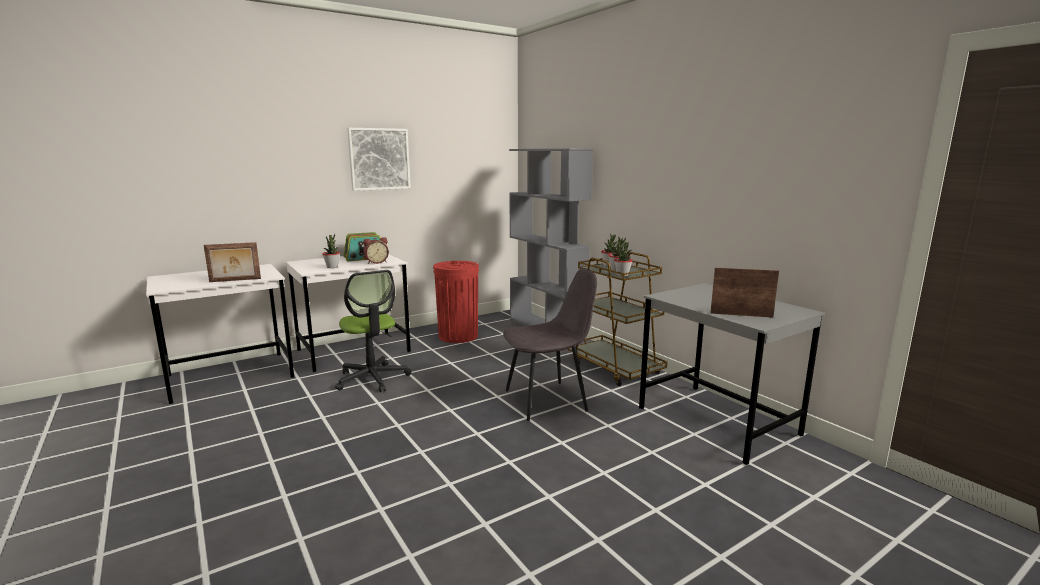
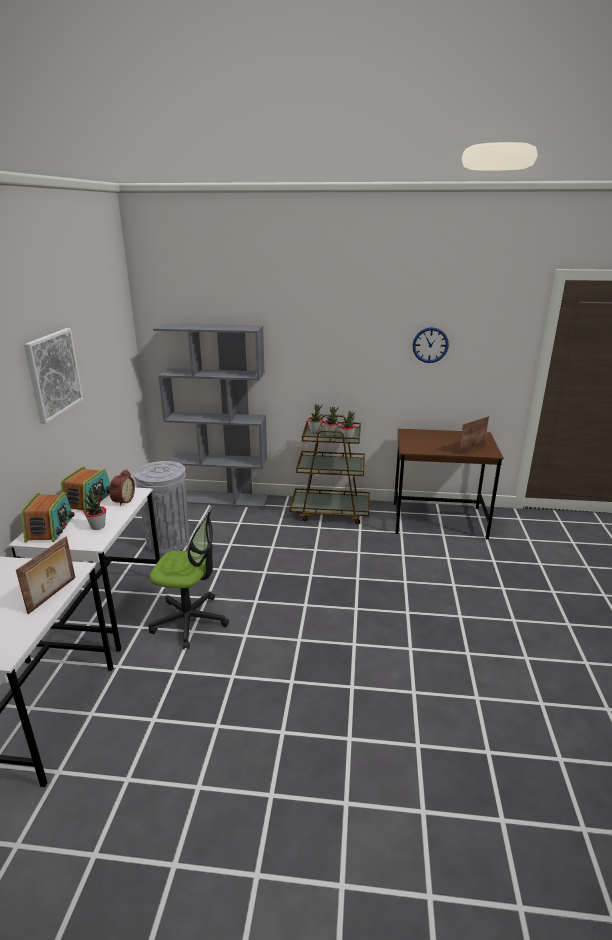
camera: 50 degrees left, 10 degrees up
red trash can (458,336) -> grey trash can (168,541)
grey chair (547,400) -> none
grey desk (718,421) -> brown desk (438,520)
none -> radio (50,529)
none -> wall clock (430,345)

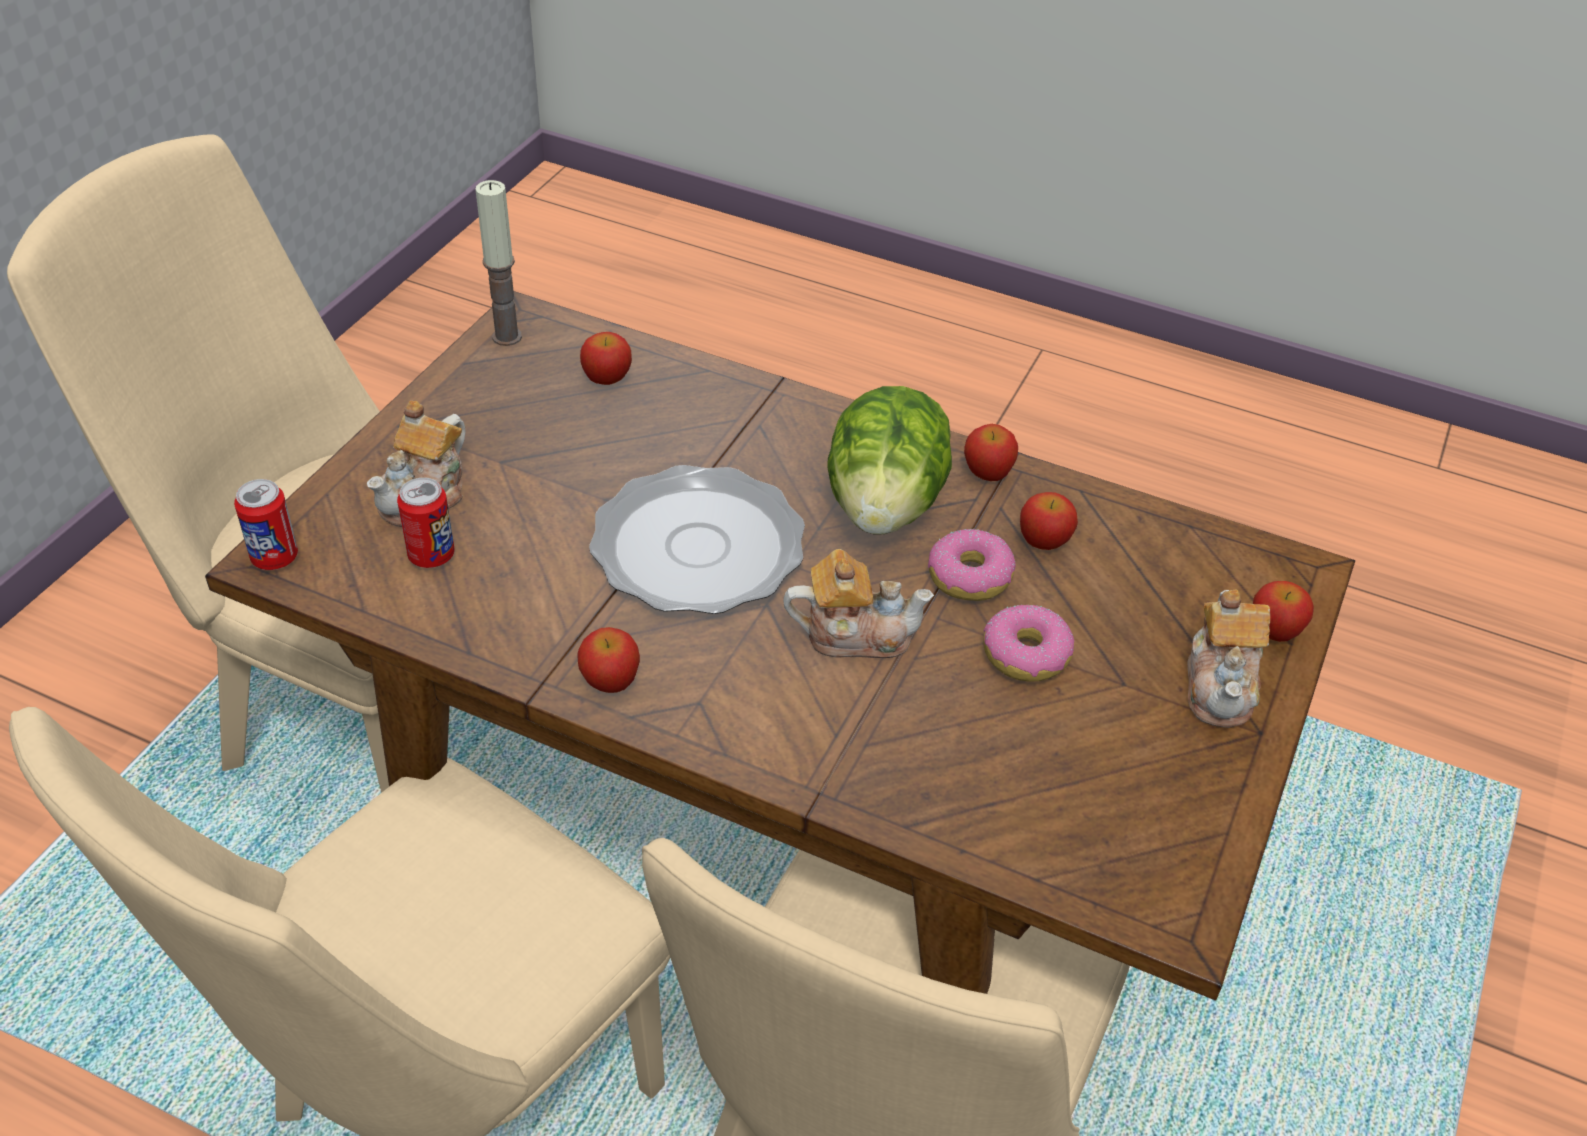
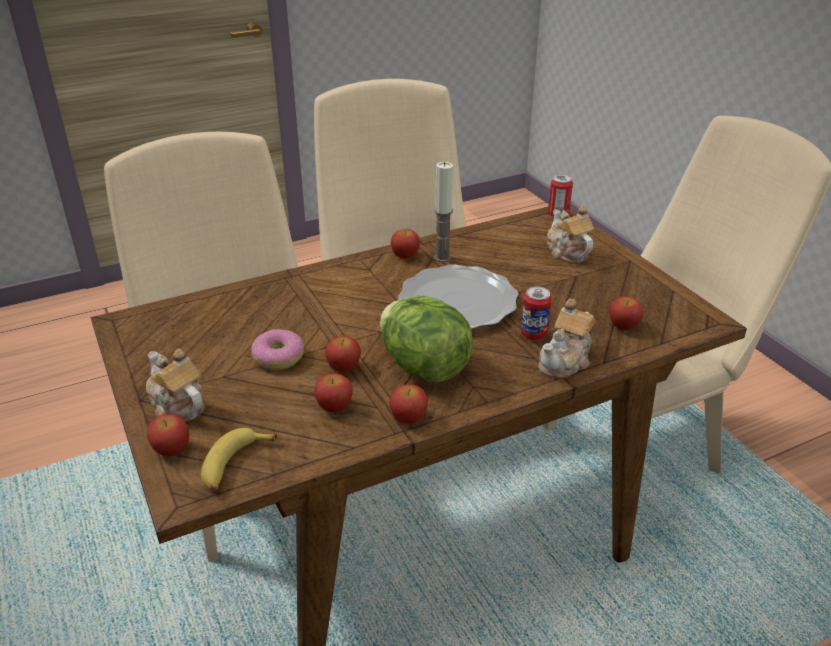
camera: 130 degrees right, 10 degrees down
can (431,555) -> can (533,335), shifted
candle (507,337) -> candle (442,258), shifted
teapot (855,634) -> teapot (565,361), shifted
donut (969,576) -> apple (344,368)
none -> banana (235,465)

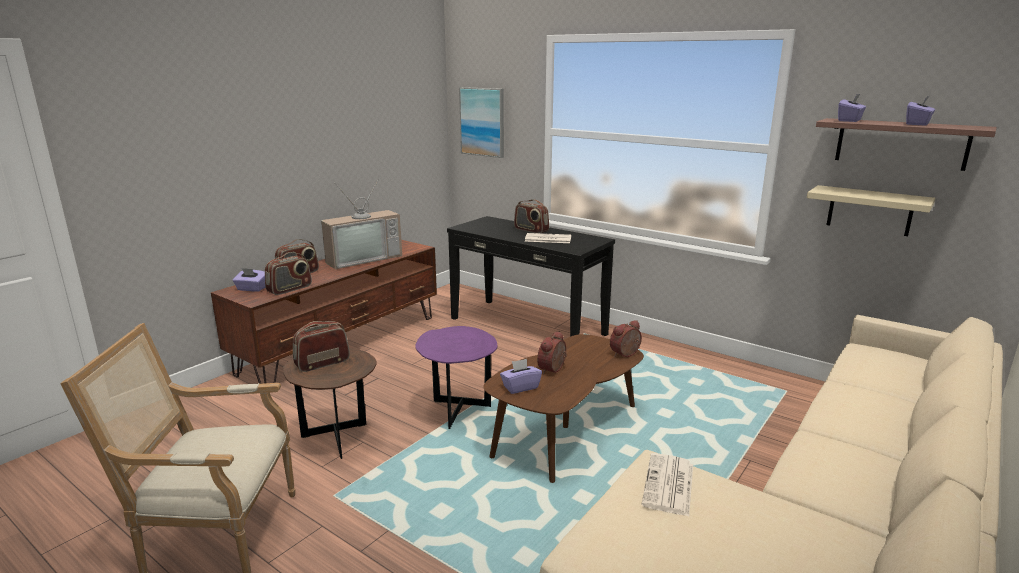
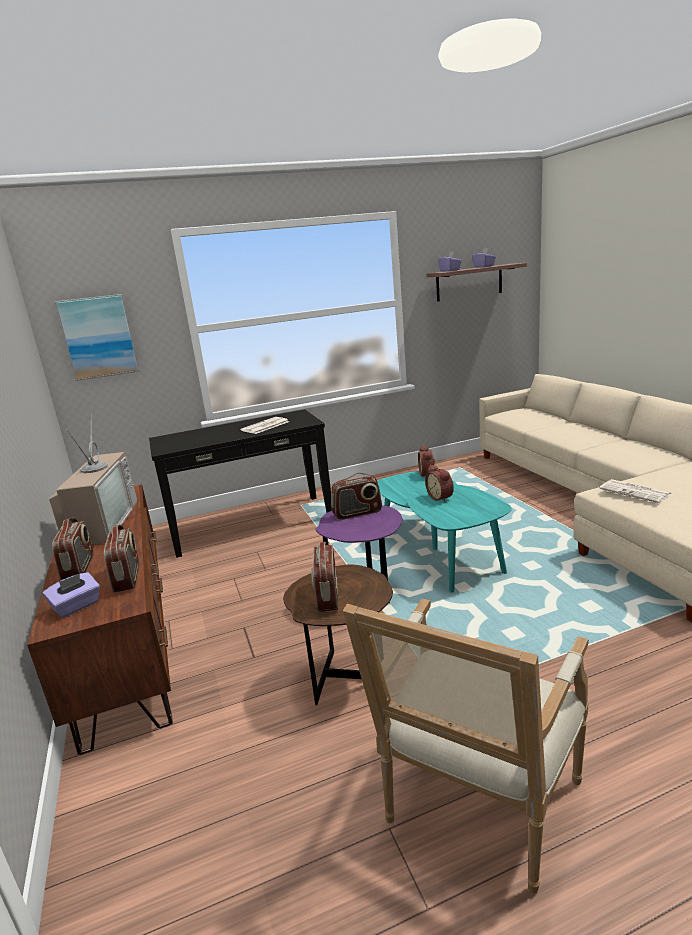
camera: 55 degrees left, 0 degrees up
brown coffee table (566,429) -> turquoise coffee table (438,550)
purple tissue box (520,387) -> none
radio (531,230) -> radio (357,513), shifted
beige shelf (869,210) -> none

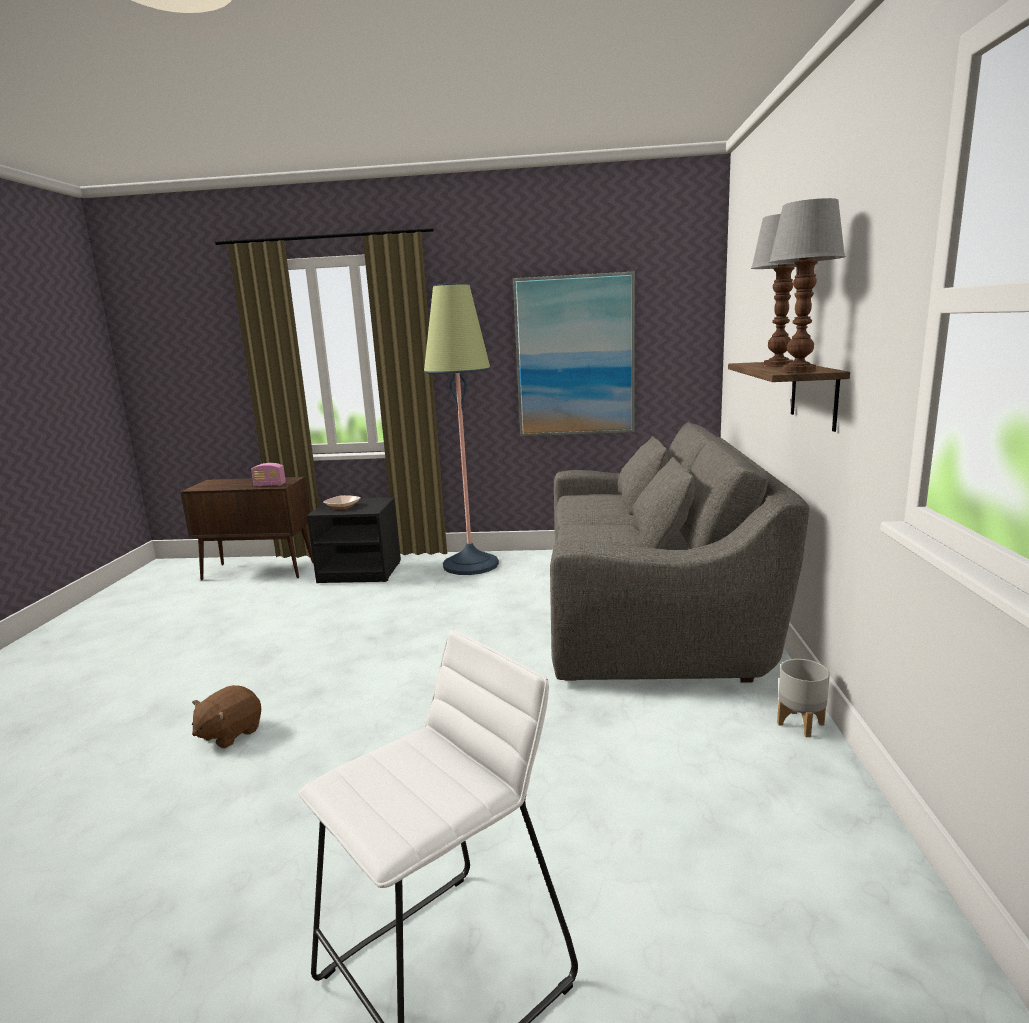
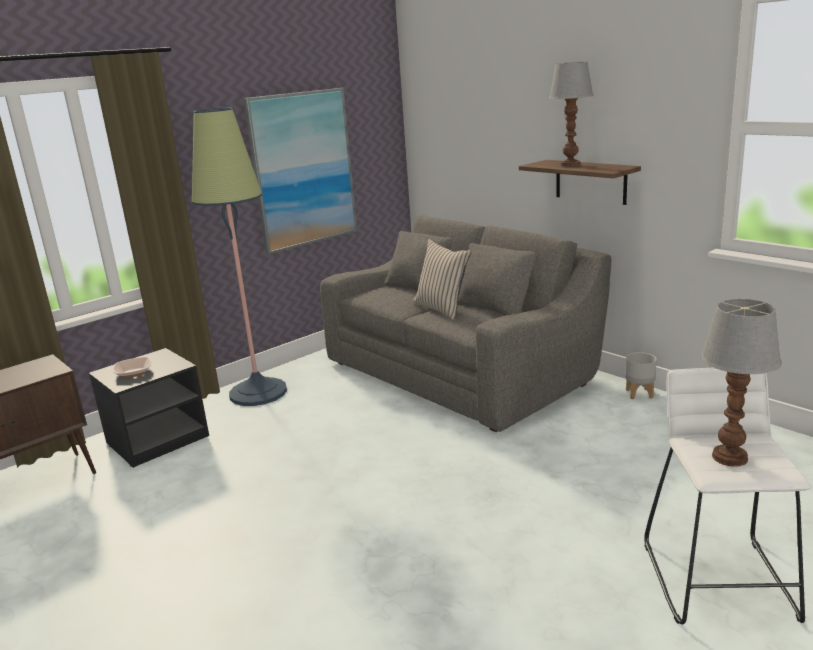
camera: 45 degrees left, 5 degrees up
brown plush toy (229,733) -> none
radio (270,485) -> none
table lamp (800,371) -> table lamp (731,457), shifted
none -> beige pillow (442,308)

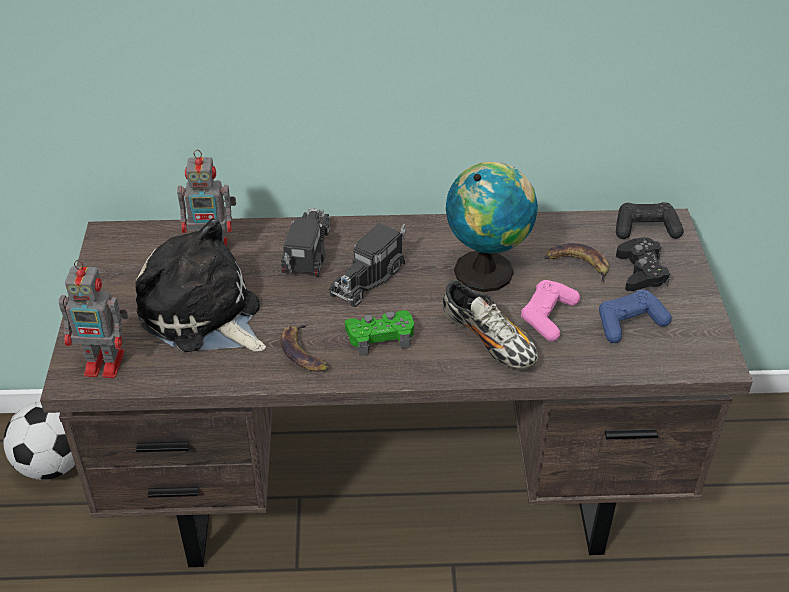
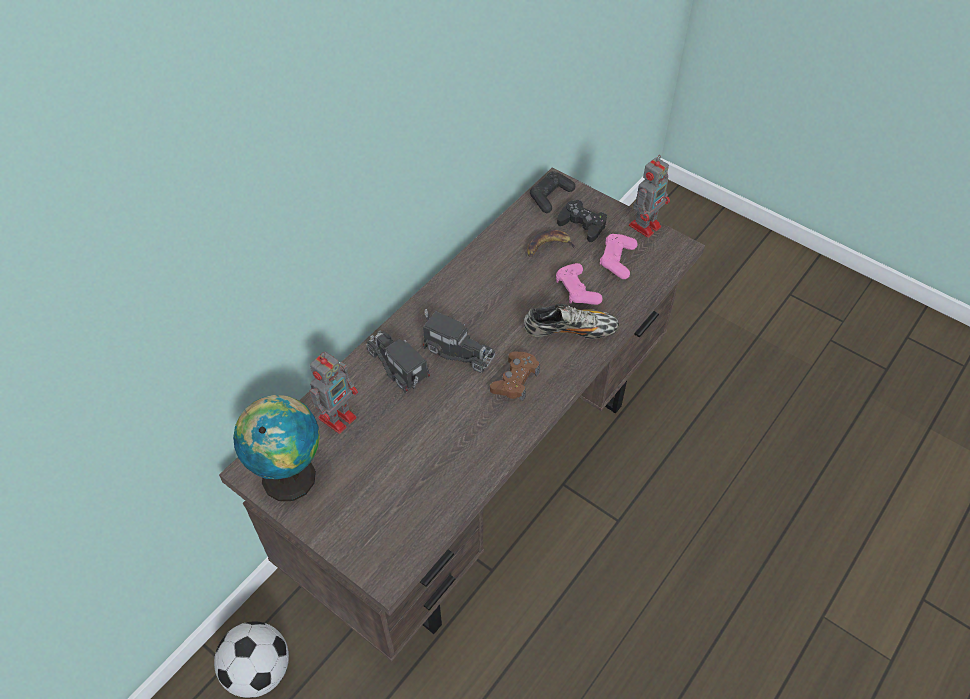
camera: 50 degrees left, 10 degrees up
toy robot (107,363) -> toy robot (646,225), shifted
plush toy (203,316) -> none
banana (304,352) -> none
toy truck (369,277) -> toy truck (456,350), 45 degrees counterclockwise
green game controller (380,336) -> brown game controller (515,380)
globe (487,270) -> globe (290,474), shifted
blue game controller (629,323) -> pink game controller (617,260)

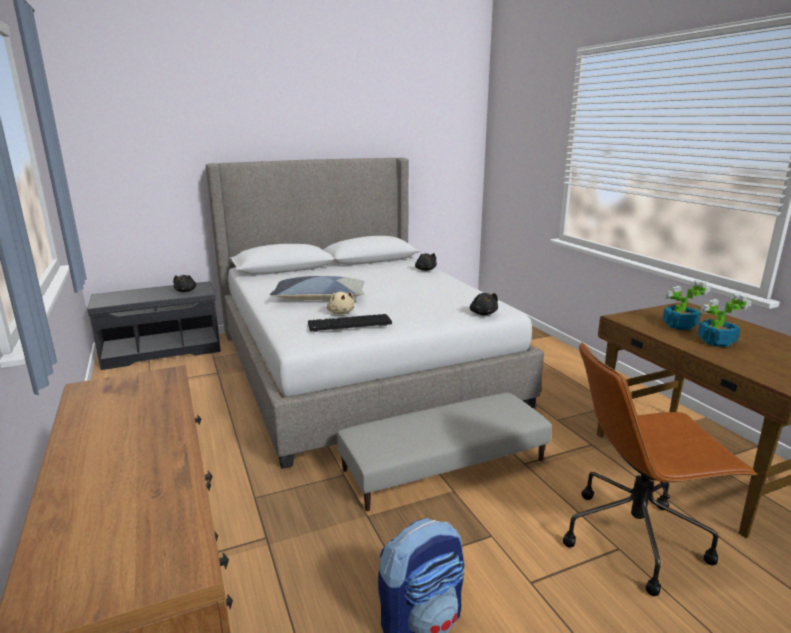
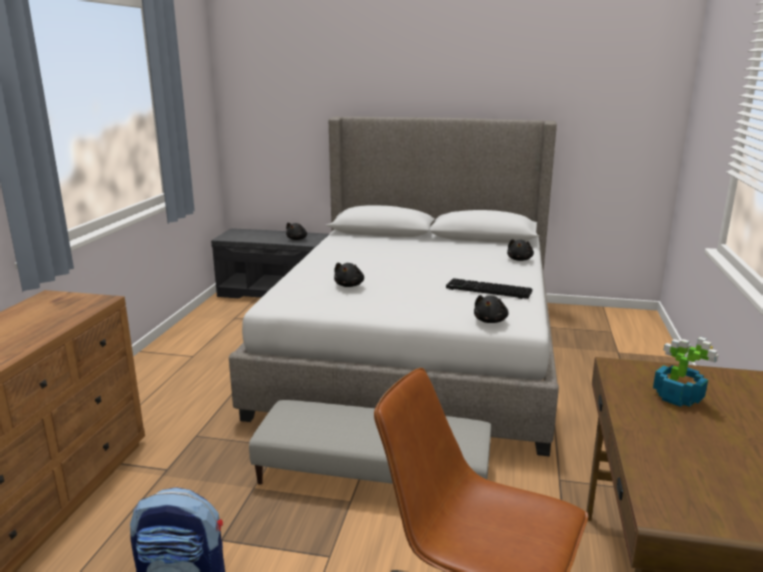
camera: 35 degrees right, 0 degrees up
pillow (319,298) -> none
keyboard (349,325) -> keyboard (487,290), shifted
beige plush toy (341,312) -> black plush toy (349,285)
potted plant (715,342) -> none

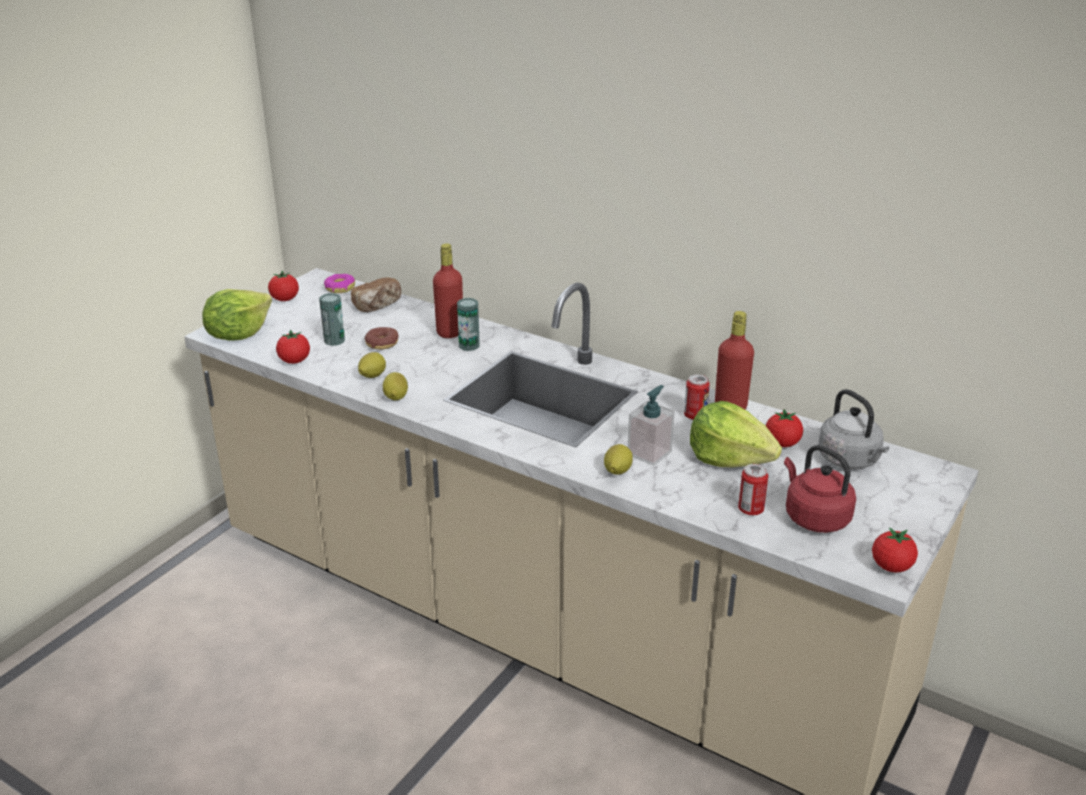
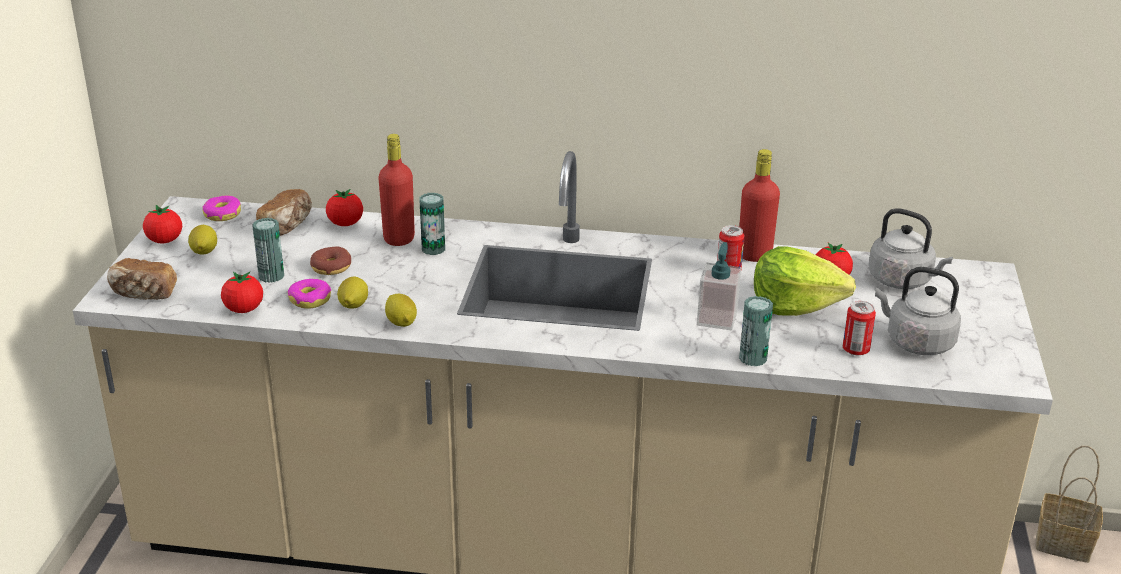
camera: 25 degrees left, 0 degrees up
lettuce (238,334) -> bread (143,294)
lemon (617,471) -> lemon (204,252), shifted
red kettle (814,517) -> grey kettle (916,342)
tomato (891,566) -> tomato (345,223), shifted
none -> donut (310,299)
none -> can (753,358)
none -> basket (1065,543)

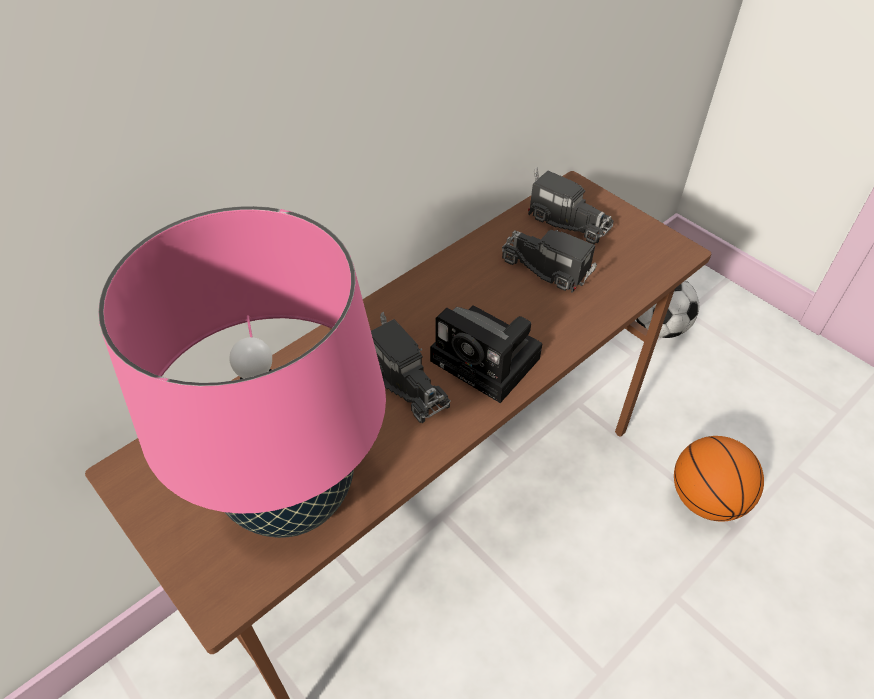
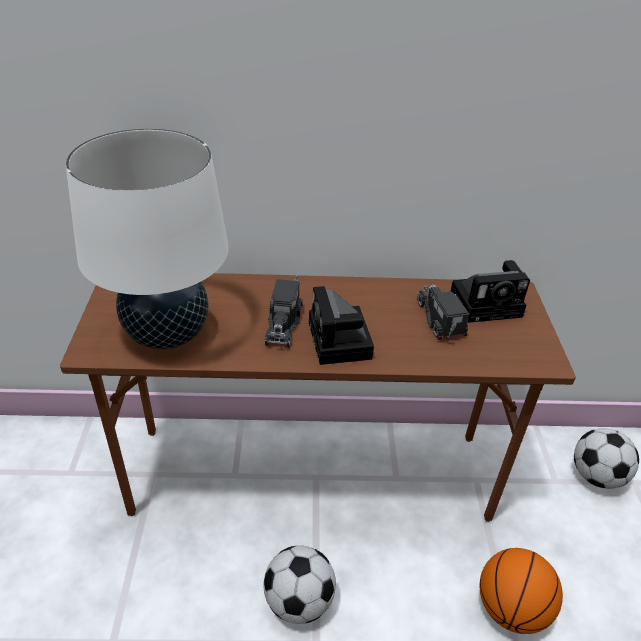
camera: 40 degrees right, 10 degrees down
pink table lamp (292,495) -> white table lamp (167,334)
toy truck (565,220) -> photo camera (488,304)
none -> football (298,601)

